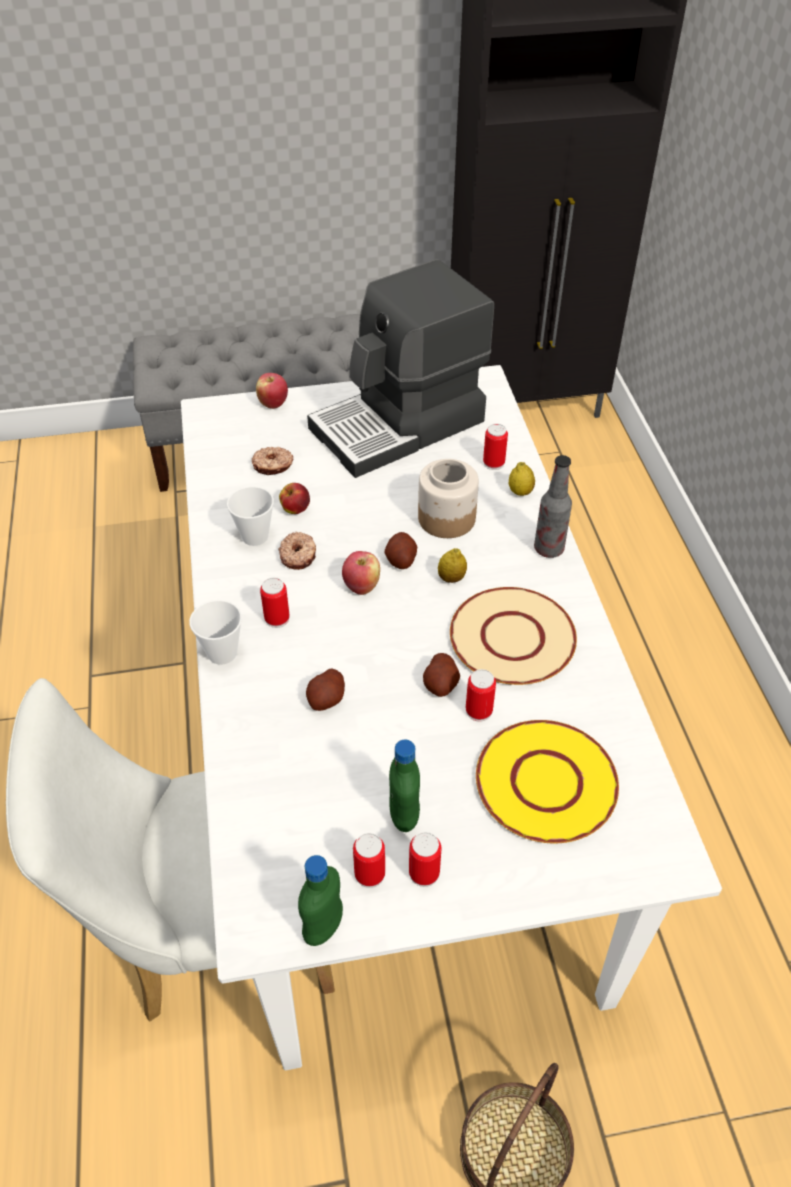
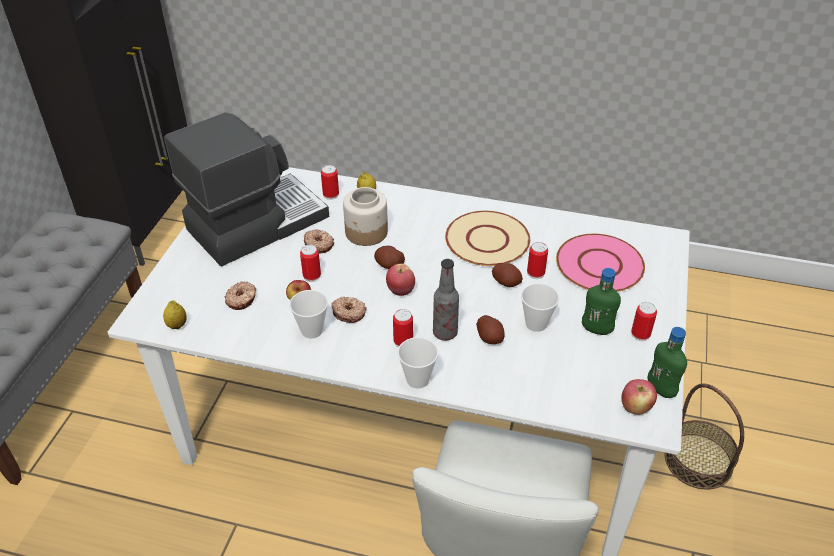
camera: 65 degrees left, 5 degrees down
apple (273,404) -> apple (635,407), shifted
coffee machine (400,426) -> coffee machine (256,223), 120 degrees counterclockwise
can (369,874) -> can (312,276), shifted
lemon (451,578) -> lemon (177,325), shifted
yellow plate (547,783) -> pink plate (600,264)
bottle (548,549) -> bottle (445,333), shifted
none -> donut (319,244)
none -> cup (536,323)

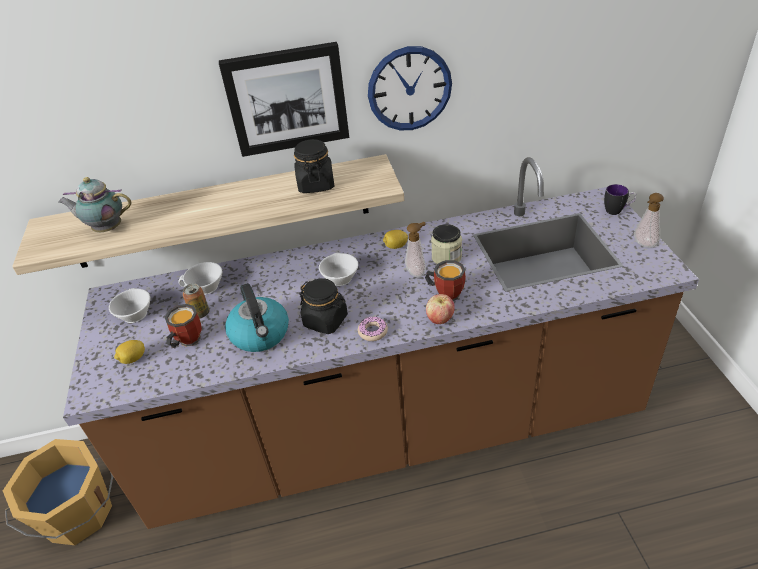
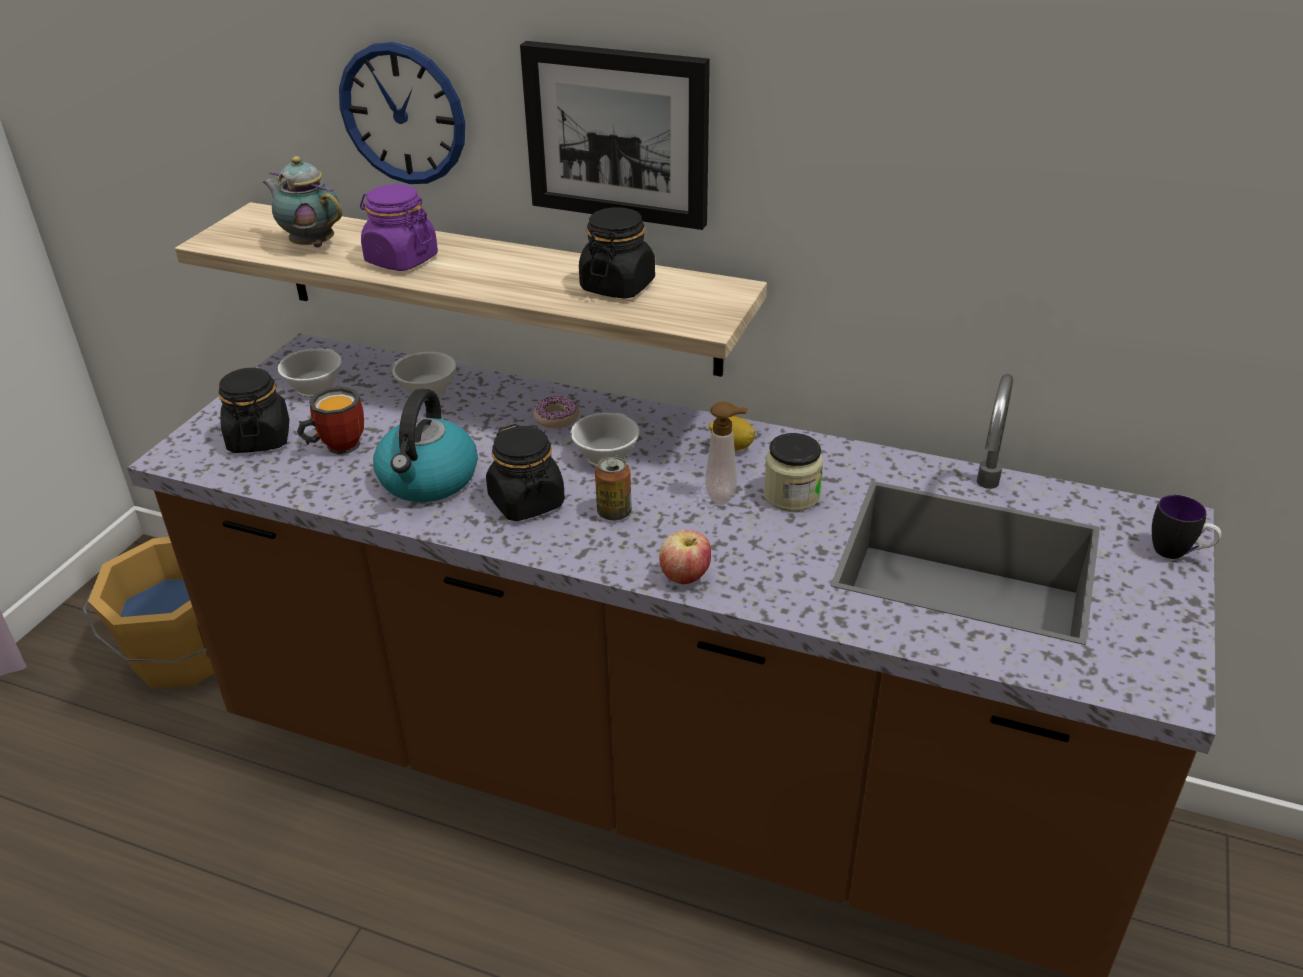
camera: 30 degrees right, 5 degrees down
lemon (133,359) -> black jar (259,438)
can (200,313) -> can (614,513), shifted
donut (373,332) -> donut (557,418), shifted
wall clock (409,89) -> wall clock (403,114), shifted
mug (446,292) -> none
soap dispenser (643,245) -> none
none -> purple jar (401,259)

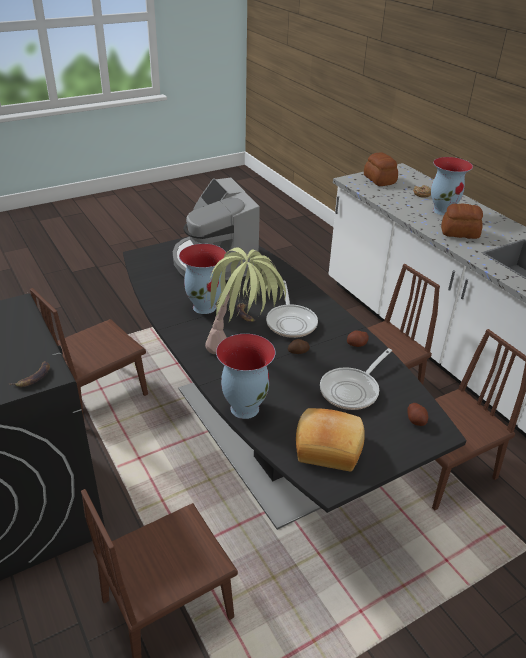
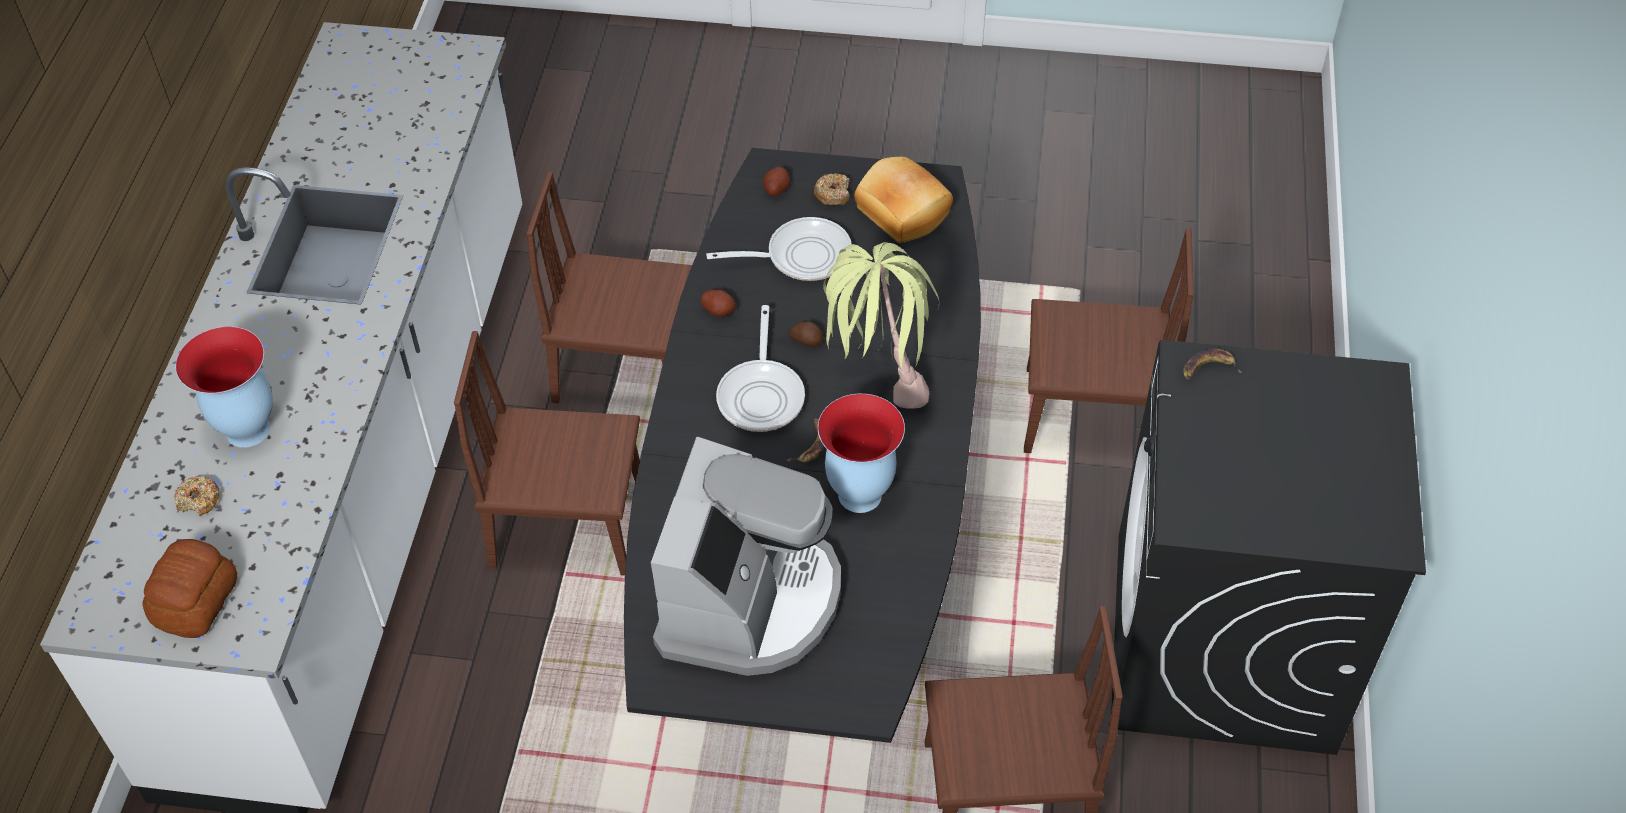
camera: 140 degrees left, 15 degrees up
vase (244,407) -> none
frying pan (291,322) -> frying pan (762,394), 150 degrees clockwise
bread (459,232) -> none
none -> donut (833,194)

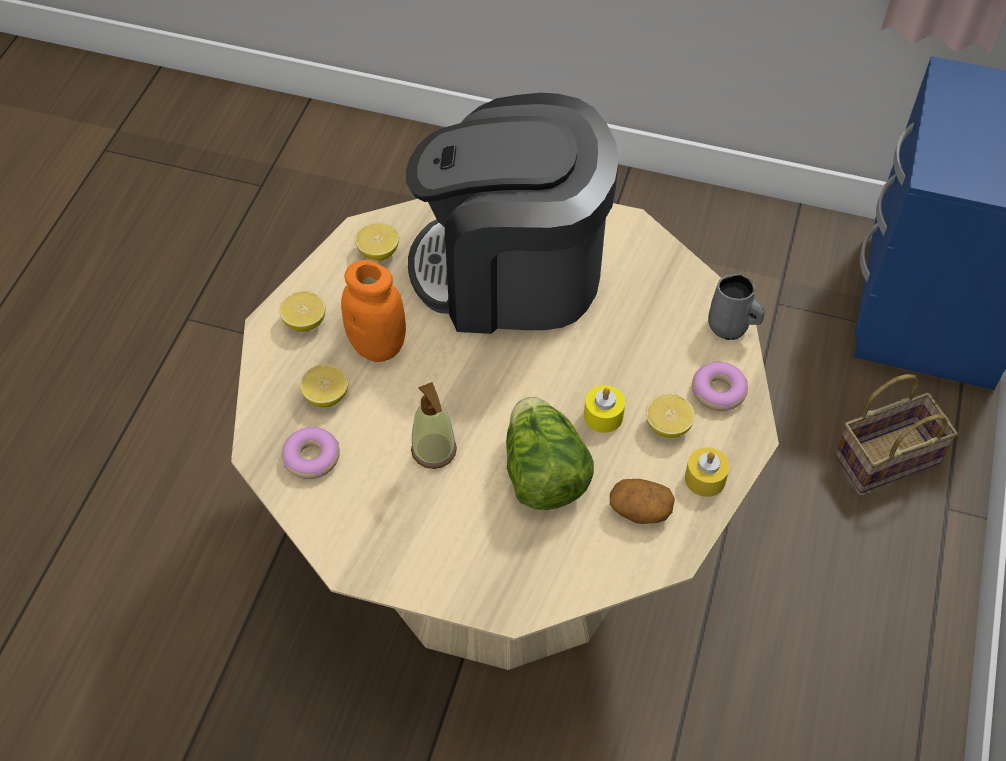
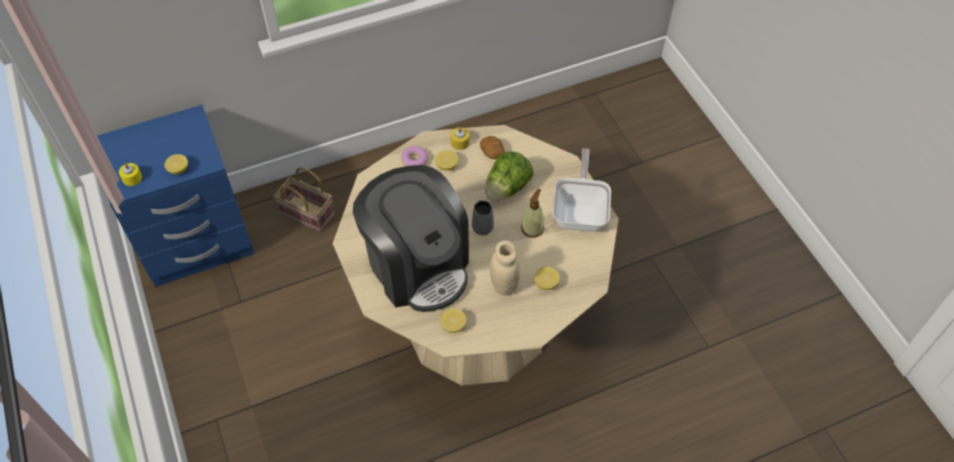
camera: 130 degrees left, 0 degrees up
lemon (305,322) -> lemon (178,169), shifted
donut (311,457) -> none
orange jar (378,346) -> beige jar (504,285)
yellow candle (603,416) -> yellow candle (132,178), shifted
grey mug (730,327) -> grey mug (482,226), shifted
none -> frying pan (580,212)

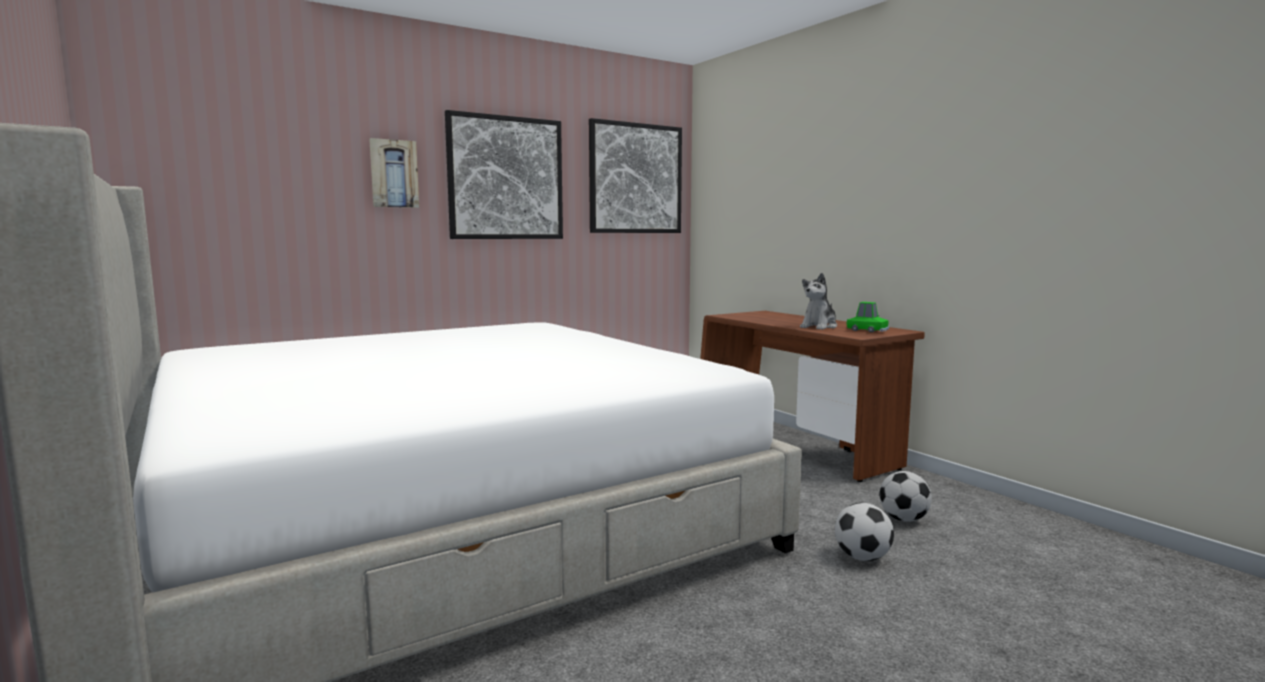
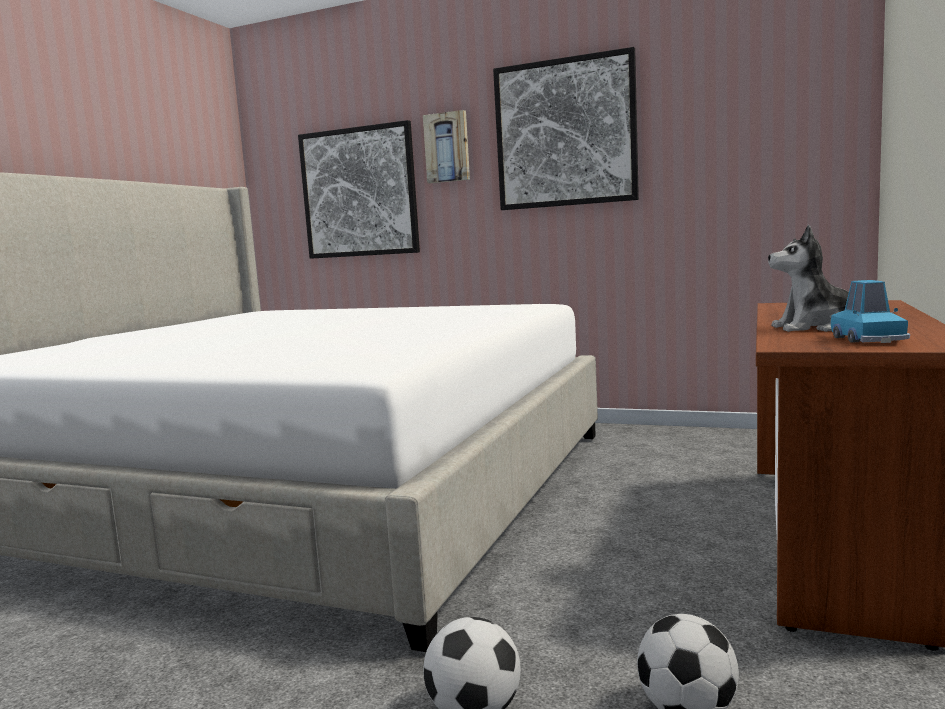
camera: 55 degrees right, 0 degrees up
picture (635,178) -> picture (359,192), shifted
green toy car (867,330) -> blue toy car (867,339)

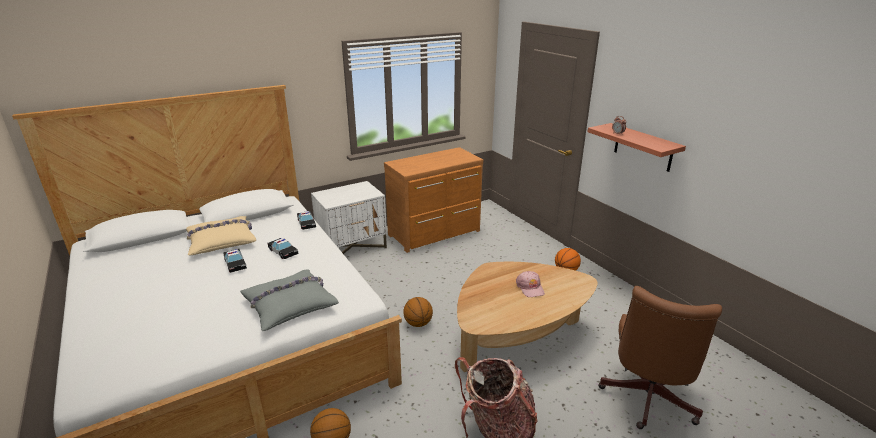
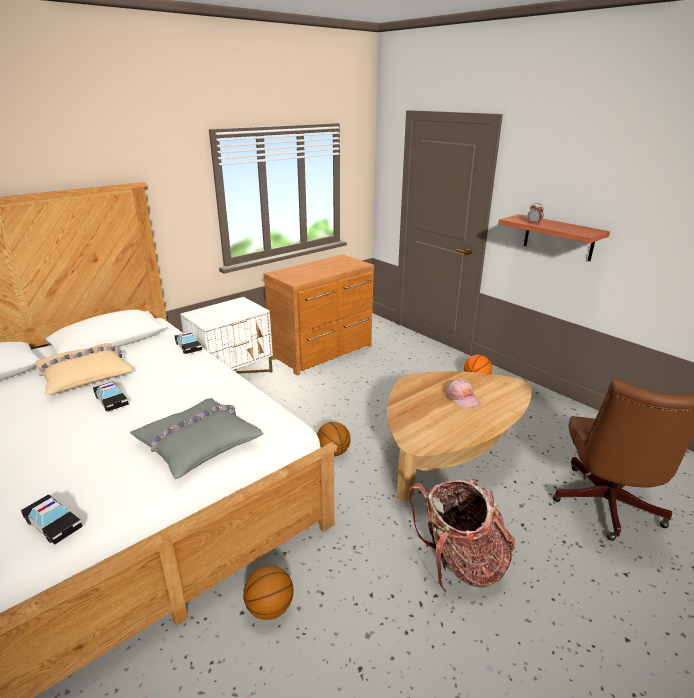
camera: 10 degrees left, 0 degrees up
toy car (283,252) -> toy car (53,524), shifted

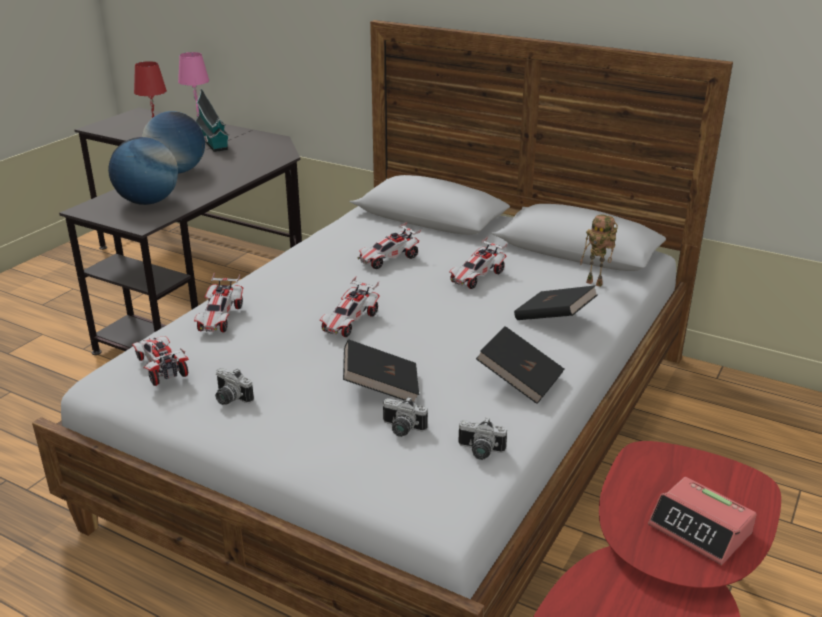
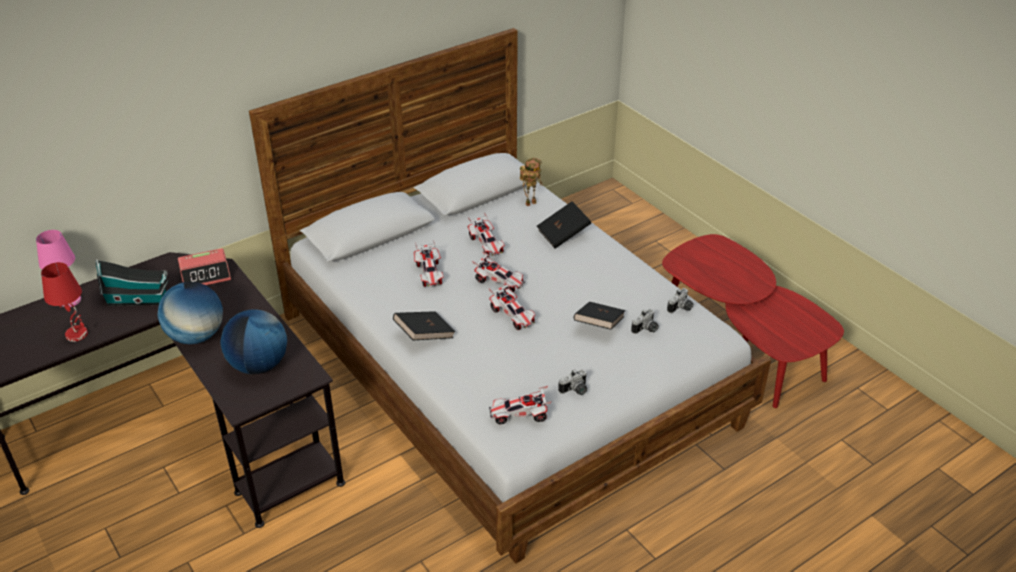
camera: 65 degrees left, 10 degrees up
toy car (220,318) -> toy car (499,282), shifted
black book (519,380) -> black book (424,335), shifted
alarm clock (700,529) -> alarm clock (206,274), shifted

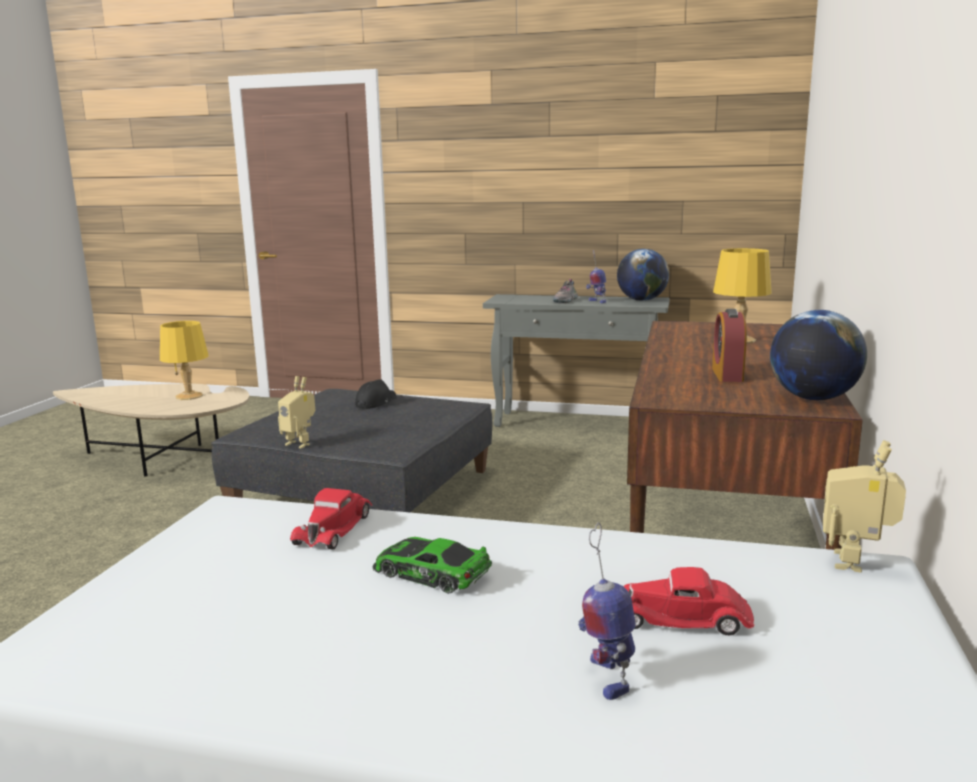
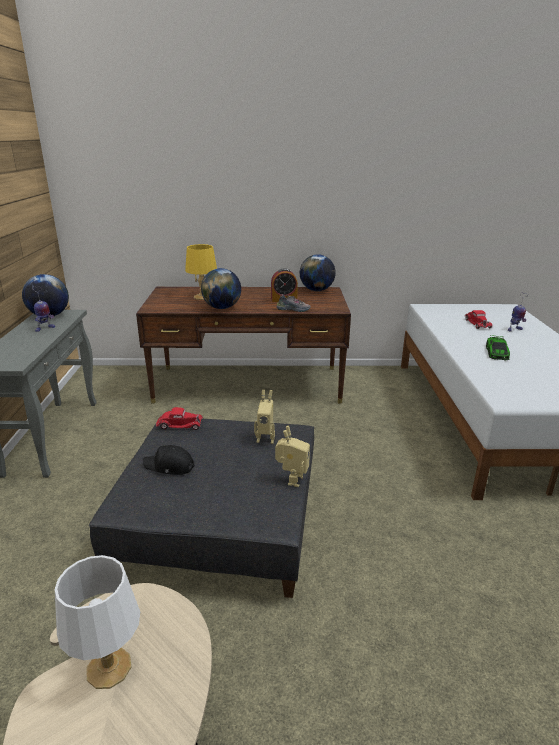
camera: 105 degrees left, 10 degrees up
yellow table lamp (189,396) -> white table lamp (109,667)
red toy car (334,528) -> red toy car (179,424), shifted
shoe (566,301) -> shoe (293,310), shifted
toy robot (856,562) -> toy robot (266,438), shifted
none -> globe (222,308)

